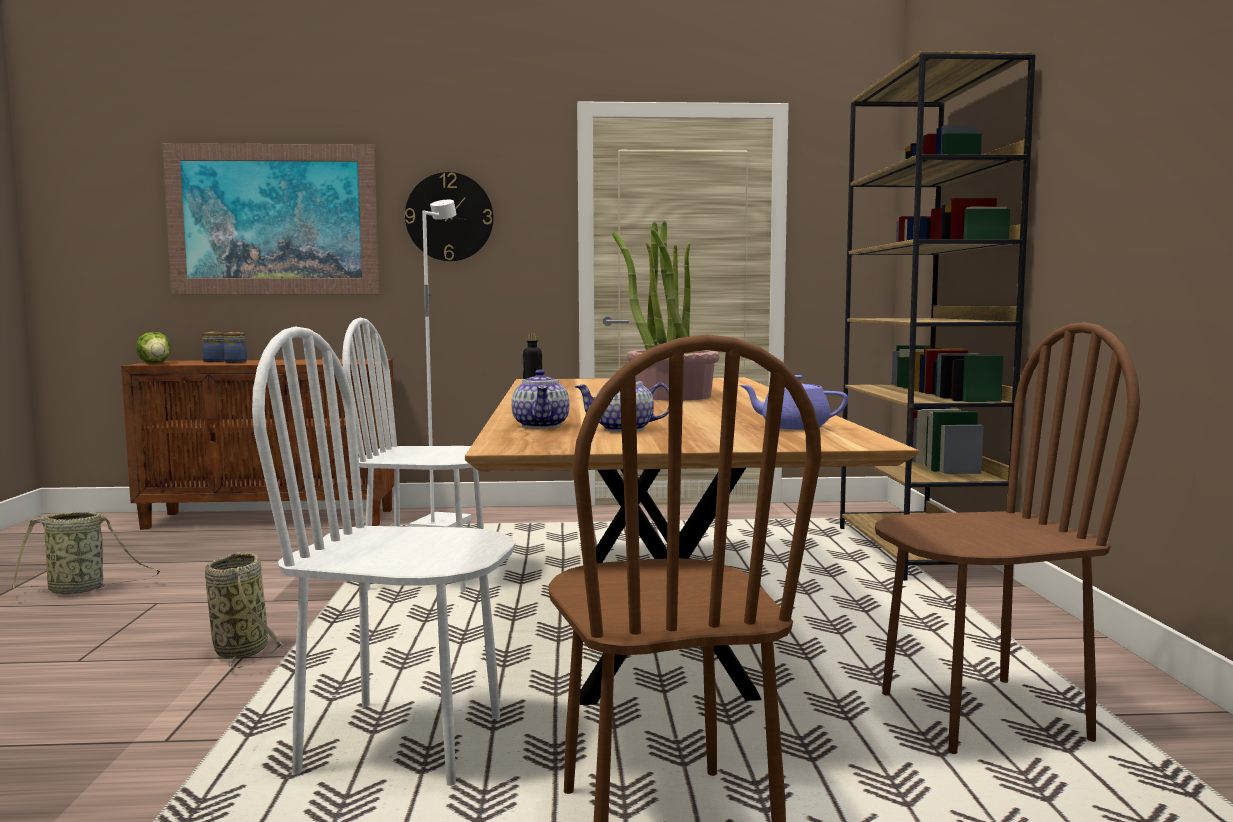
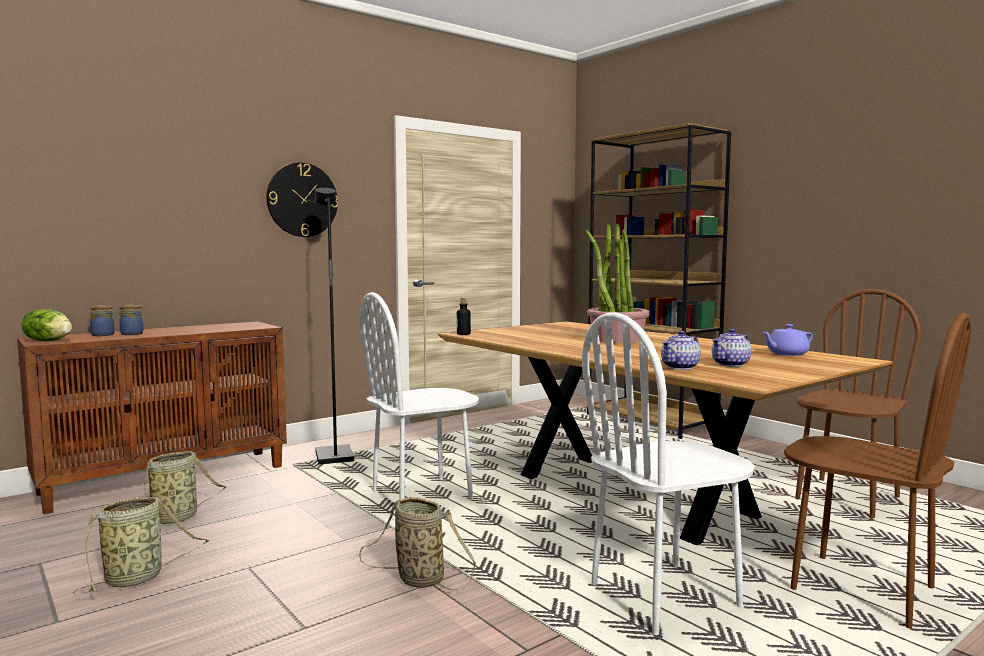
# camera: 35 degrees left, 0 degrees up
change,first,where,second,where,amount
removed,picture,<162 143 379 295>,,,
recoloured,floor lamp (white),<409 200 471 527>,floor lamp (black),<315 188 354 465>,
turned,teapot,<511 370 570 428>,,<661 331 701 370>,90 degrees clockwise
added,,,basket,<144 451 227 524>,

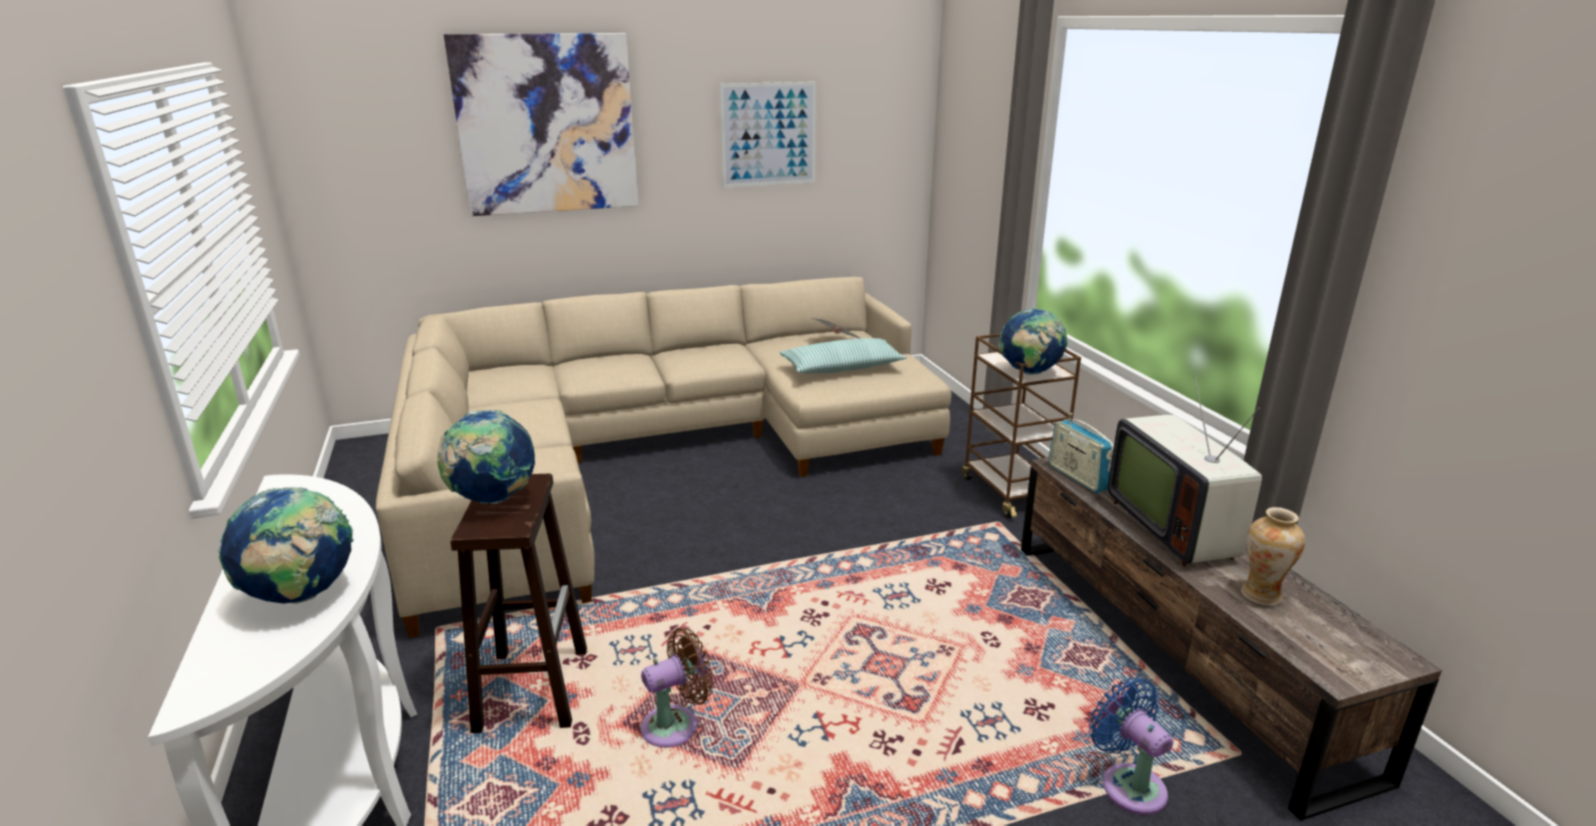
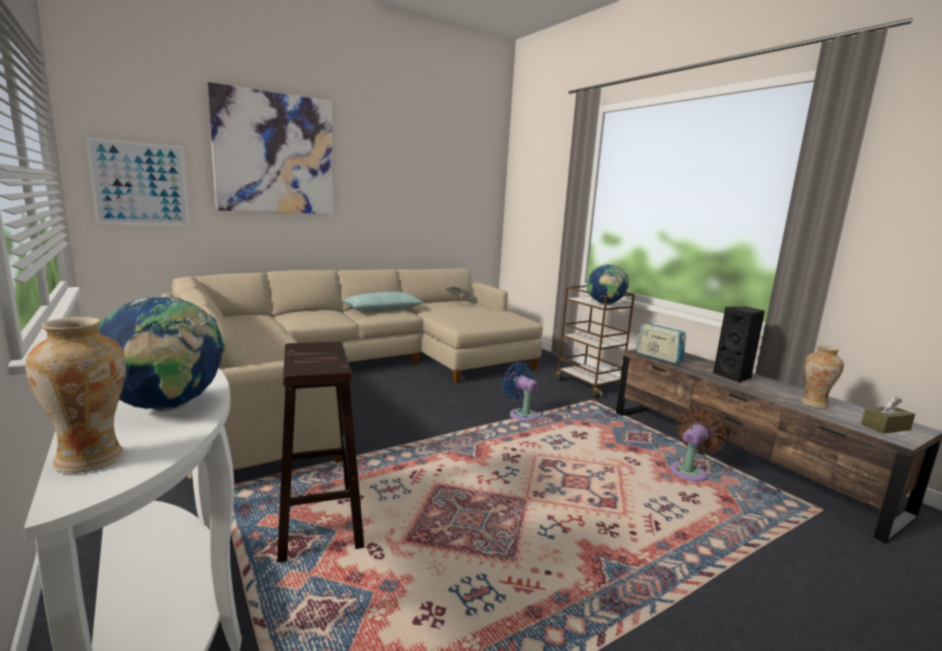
# camera: 15 degrees left, 10 degrees down
change,first,where,second,where,amount
removed,globe,<437 410 535 504>,,,
moved,fan (brown),<640 627 713 747>,,<670 408 727 482>,
moved,picture,<719 82 816 188>,,<86 137 190 226>,
moved,pillow,<780 338 907 374>,,<342 292 424 312>,
moved,fan (blue),<1089 677 1173 815>,,<502 362 538 421>,
replaced,television,<1108 376 1262 567>,speaker (black),<713 307 765 383>,
added,,,vase,<26 317 126 473>,
added,,,tissue box (brown),<861 396 915 434>,

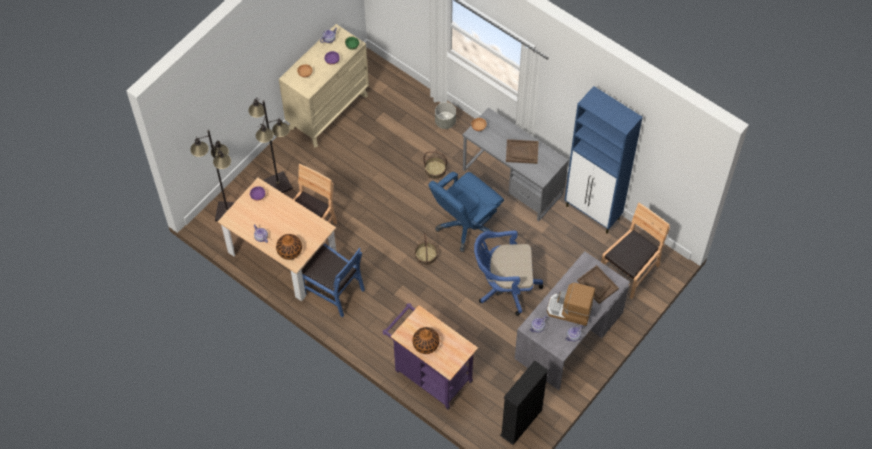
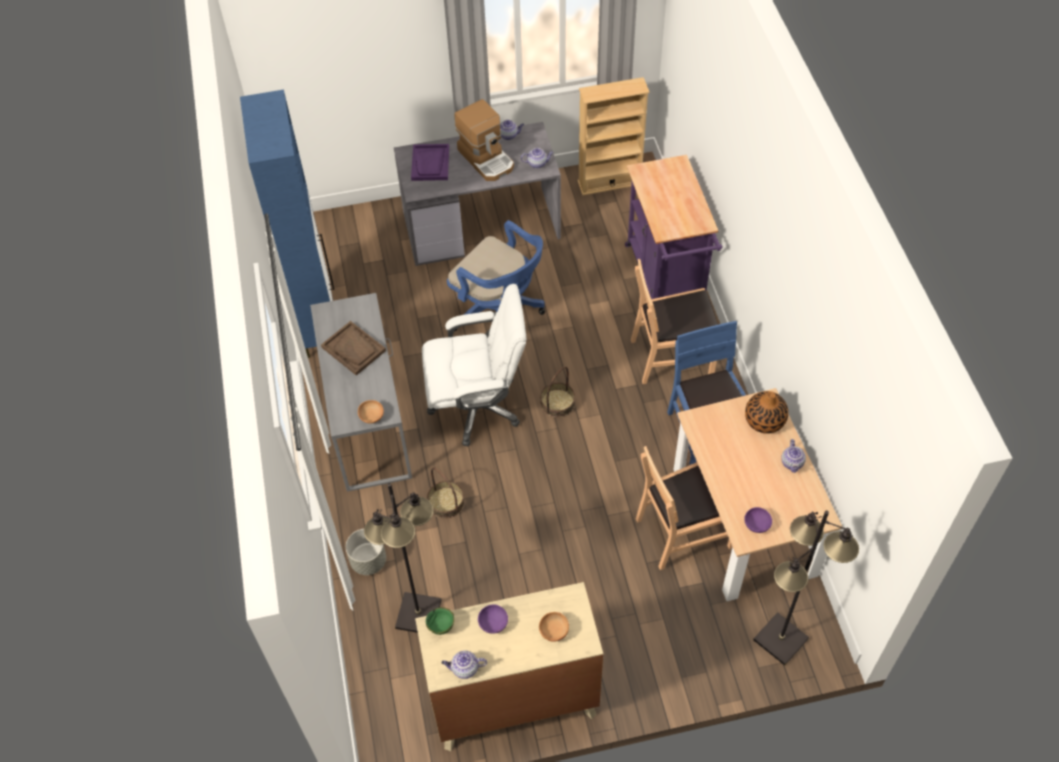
# camera: 140 degrees left, 5 degrees down
change,first,where,second,where,amount
moved,floor lamp (black),<248 98 293 193>,,<364 483 442 633>,
removed,vase,<412 327 440 354>,,,
recoloured,office chair (blue),<429 172 504 252>,office chair (white),<422 284 526 446>,
recoloured,bookcase (black),<500 361 548 445>,bookcase (beige),<577 77 650 196>,
recoloured,tray (brown),<577 265 619 304>,tray (purple),<411 144 449 181>,
moved,chair (brown),<601 203 670 299>,,<631 259 718 384>,

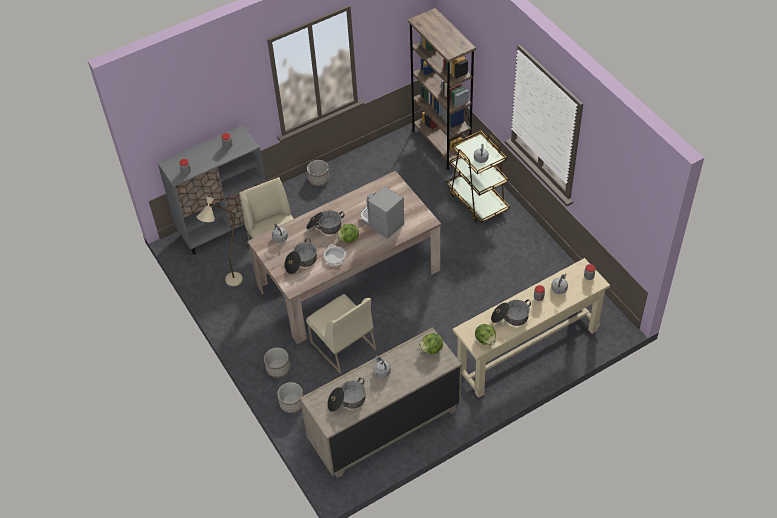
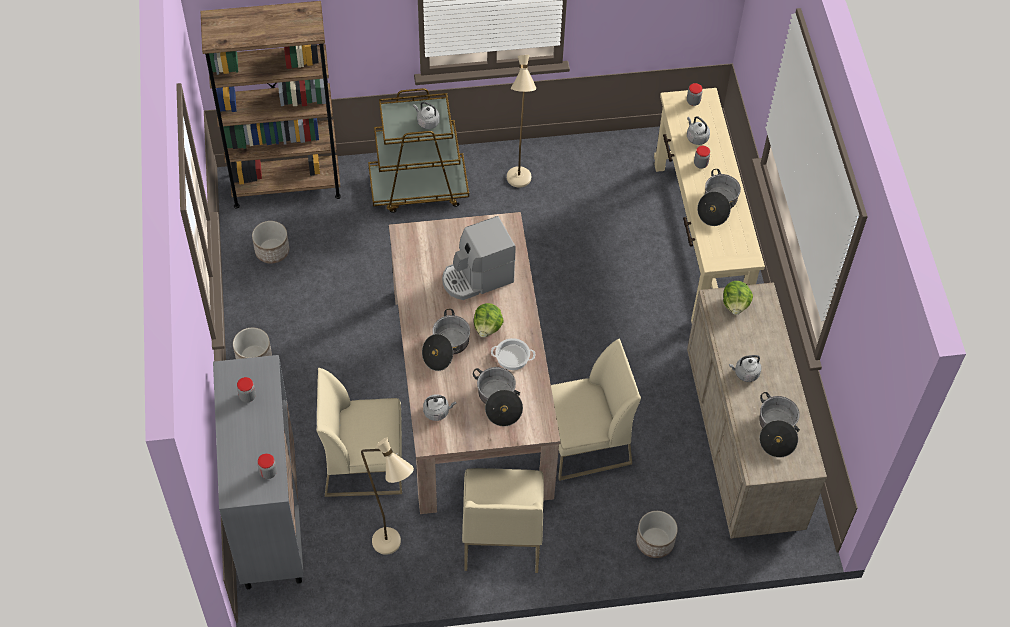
# camera: 70 degrees left, 5 degrees up
change,first,where,second,where,amount
moved,planter,<264 347 290 378>,,<252 221 289 264>,
removed,lettuce,<475 324 496 345>,,,
added,,,chair (beige),<462 468 544 573>,
added,,,floor lamp (beige),<507 55 536 188>,

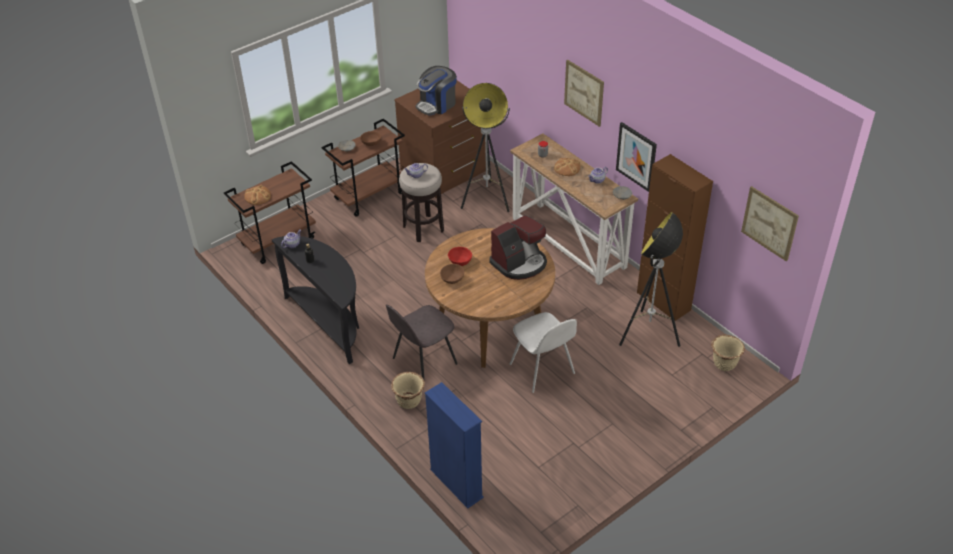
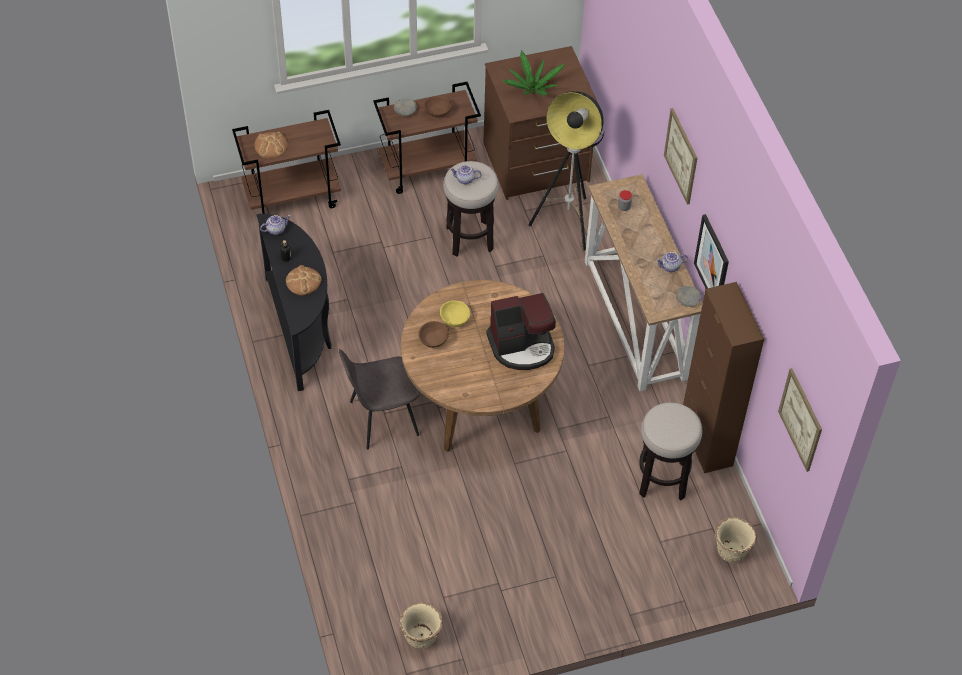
# camera: 20 degrees right, 10 degrees up
change,first,where,second,where,amount
moved,planter (beige),<391 372 425 409>,,<399 602 443 649>,
replaced,coffee machine,<416 66 457 115>,potted plant,<503 50 565 95>,
removed,bookcase (blue),<425 382 484 508>,,,
recoloured,bowl (red),<448 247 472 266>,bowl (yellow),<440 300 470 327>,
removed,chair (white),<510 312 577 393>,,,
moved,bread,<554 158 581 176>,,<286 265 322 295>,
replaced,floor lamp,<619 212 683 347>,stool,<639 402 702 500>,

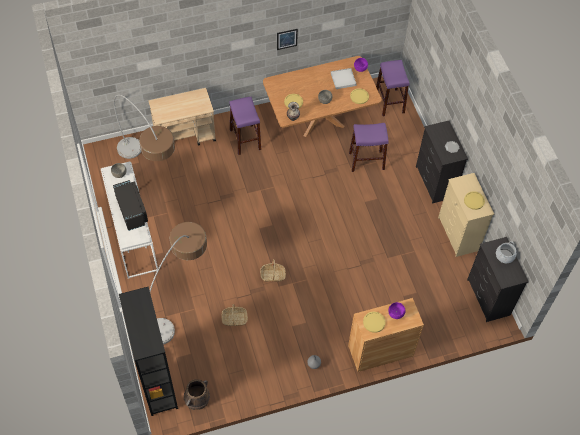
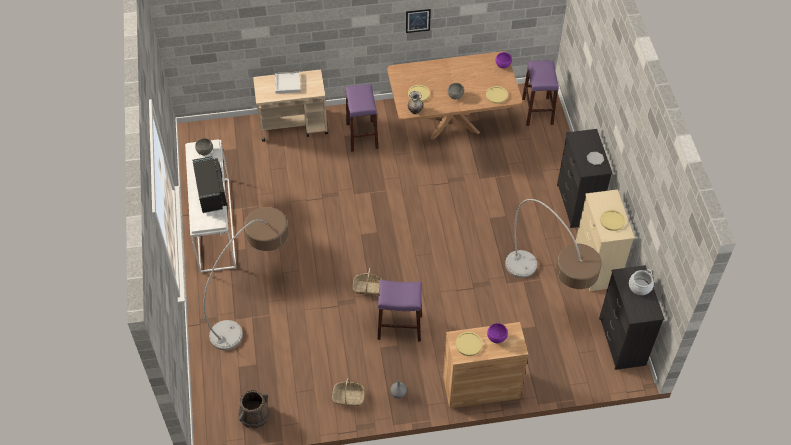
# camera: 10 degrees right, 5 degrees down
change,first,where,second,where,amount
moved,floor lamp,<114 94 175 161>,,<505 199 602 289>,
removed,bookcase (black),<119 286 178 416>,,,
moved,basket,<221 304 248 326>,,<332 378 364 406>,
moved,tray (white),<331 68 356 89>,,<275 72 301 94>,
moved,stool (purple),<349 123 389 172>,,<378 280 422 342>,

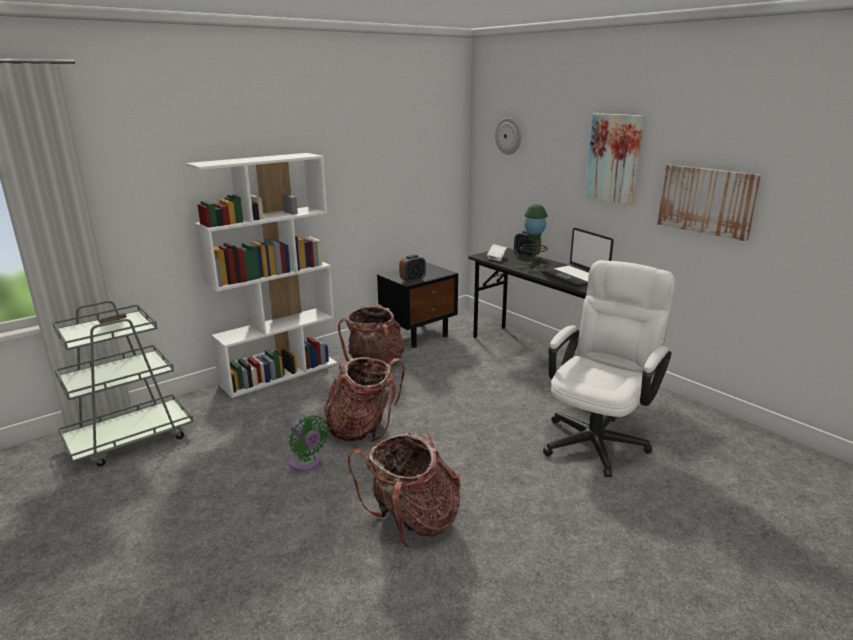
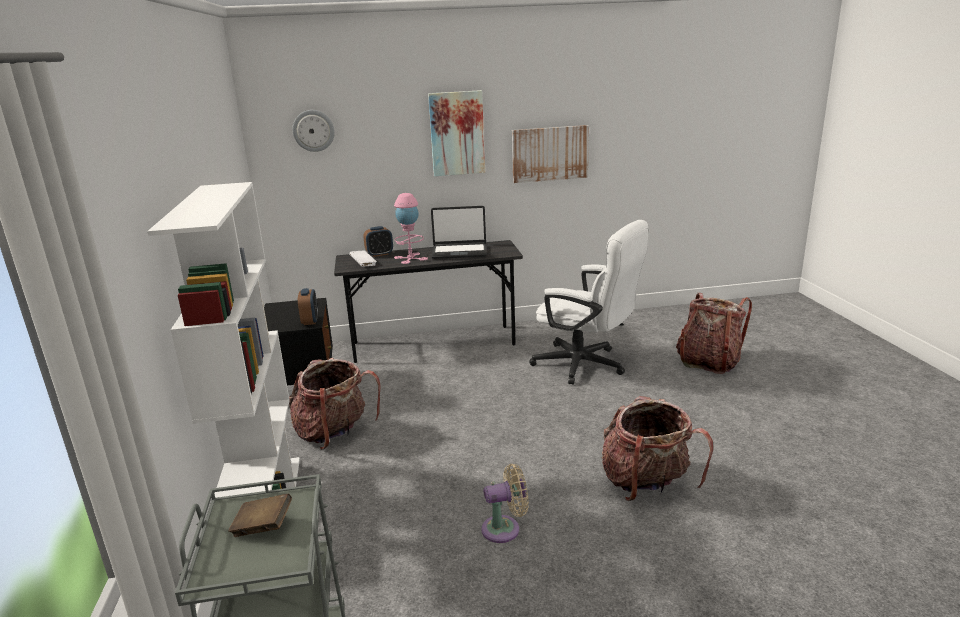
# camera: 60 degrees left, 0 degrees up
change,first,where,second,where,amount
recoloured,fan (green),<289 415 329 471>,fan (beige),<482 464 529 543>,
moved,backpack,<324 357 405 443>,,<676 293 752 374>,
recoloured,table lamp (green),<516 204 549 272>,table lamp (pink),<394 193 428 264>,
turned,office chair (white),<543 260 676 477>,,<529 220 649 385>,150 degrees clockwise

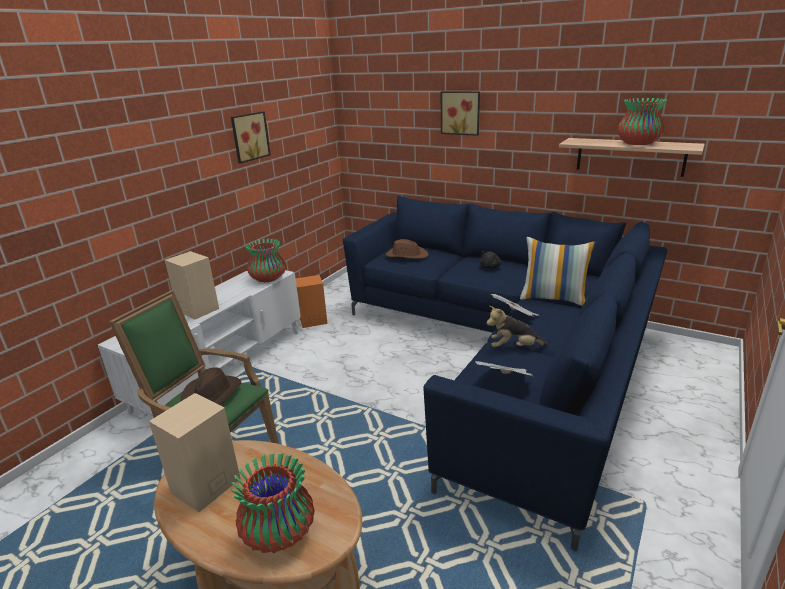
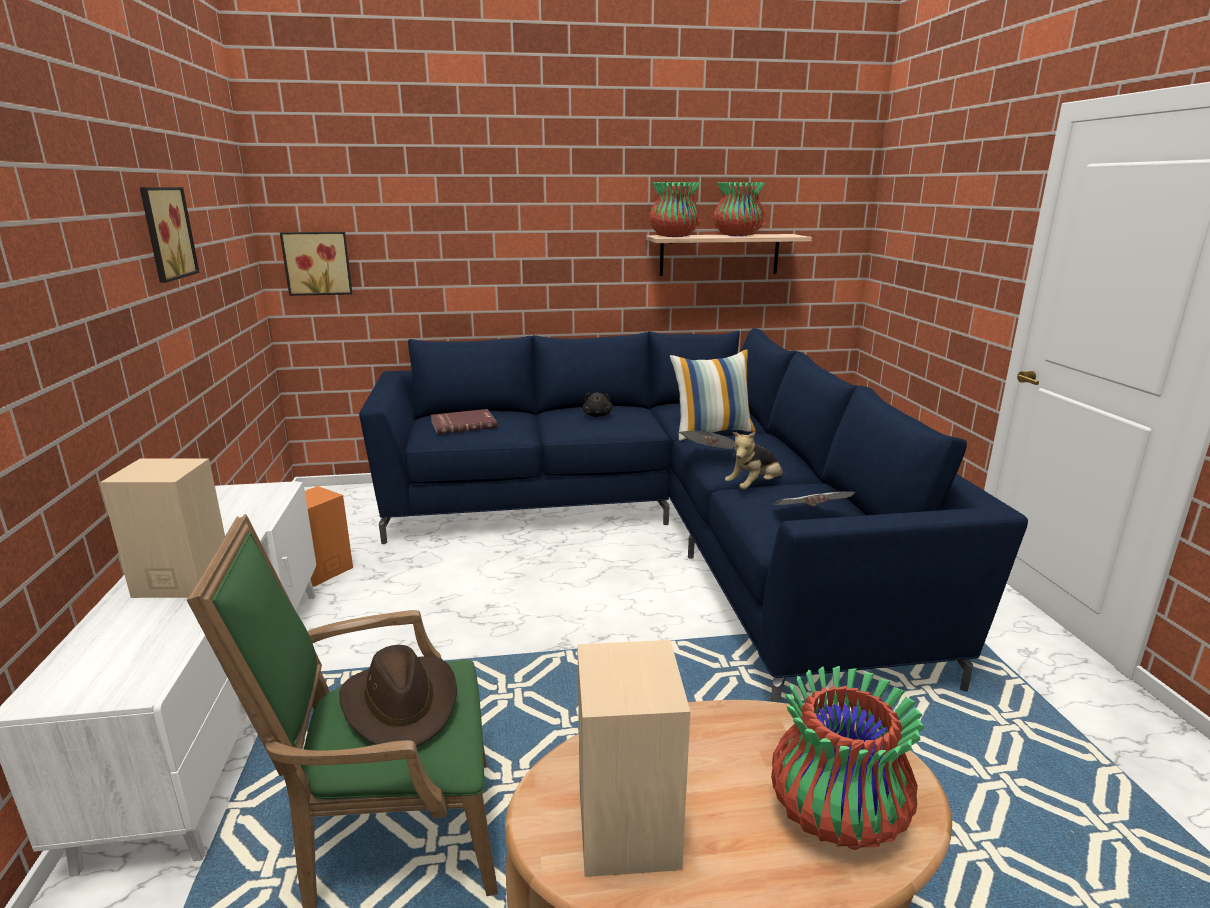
# camera: 40 degrees left, 5 degrees down
change,first,where,second,where,amount
moved,vase,<245 239 286 282>,,<649 182 701 237>,
replaced,hat (brown),<386 239 428 259>,book (red),<431 409 497 434>,
moved,picture,<441 91 480 136>,,<280 232 353 296>,

